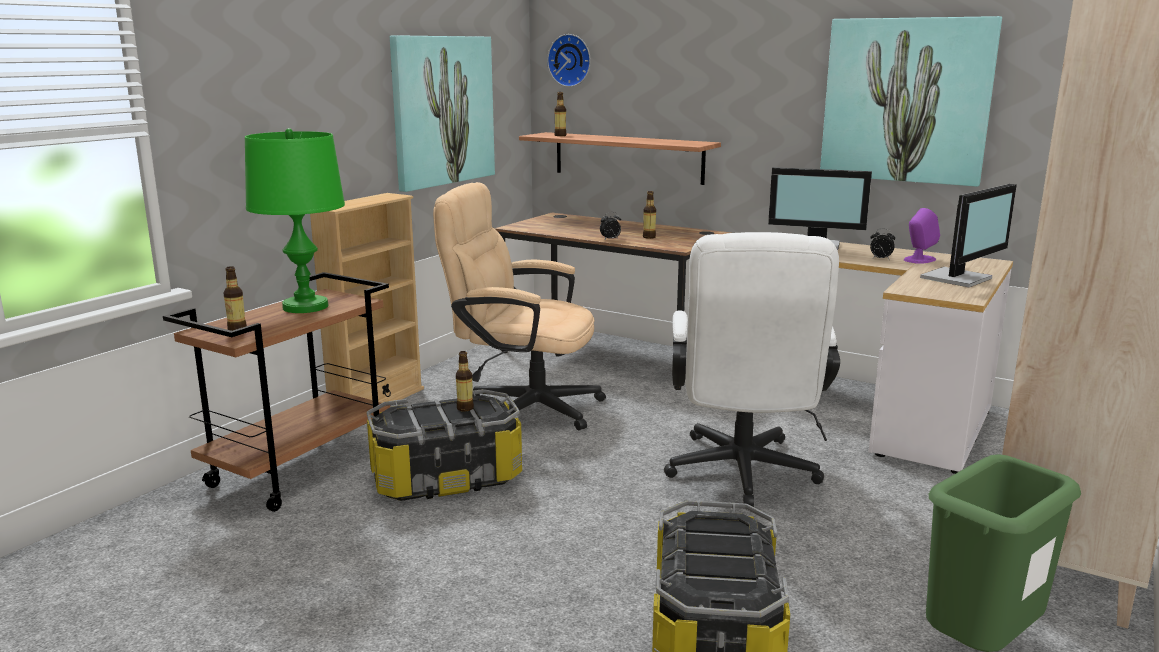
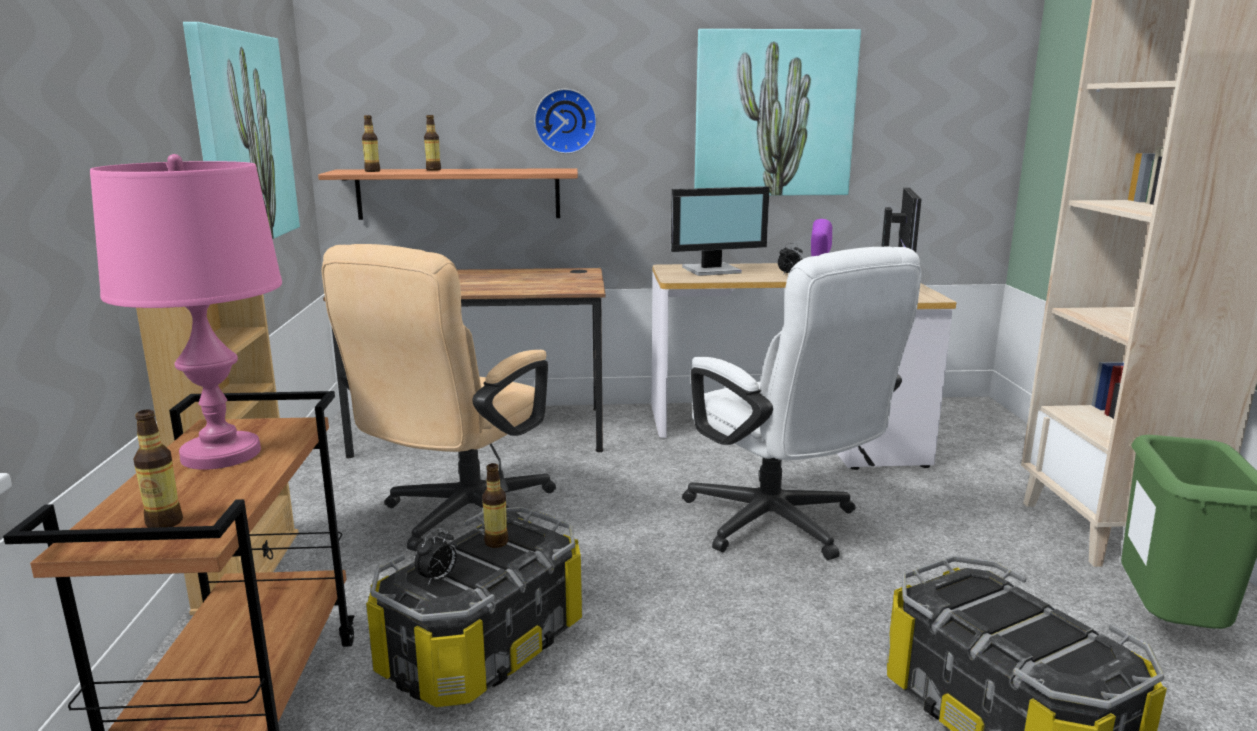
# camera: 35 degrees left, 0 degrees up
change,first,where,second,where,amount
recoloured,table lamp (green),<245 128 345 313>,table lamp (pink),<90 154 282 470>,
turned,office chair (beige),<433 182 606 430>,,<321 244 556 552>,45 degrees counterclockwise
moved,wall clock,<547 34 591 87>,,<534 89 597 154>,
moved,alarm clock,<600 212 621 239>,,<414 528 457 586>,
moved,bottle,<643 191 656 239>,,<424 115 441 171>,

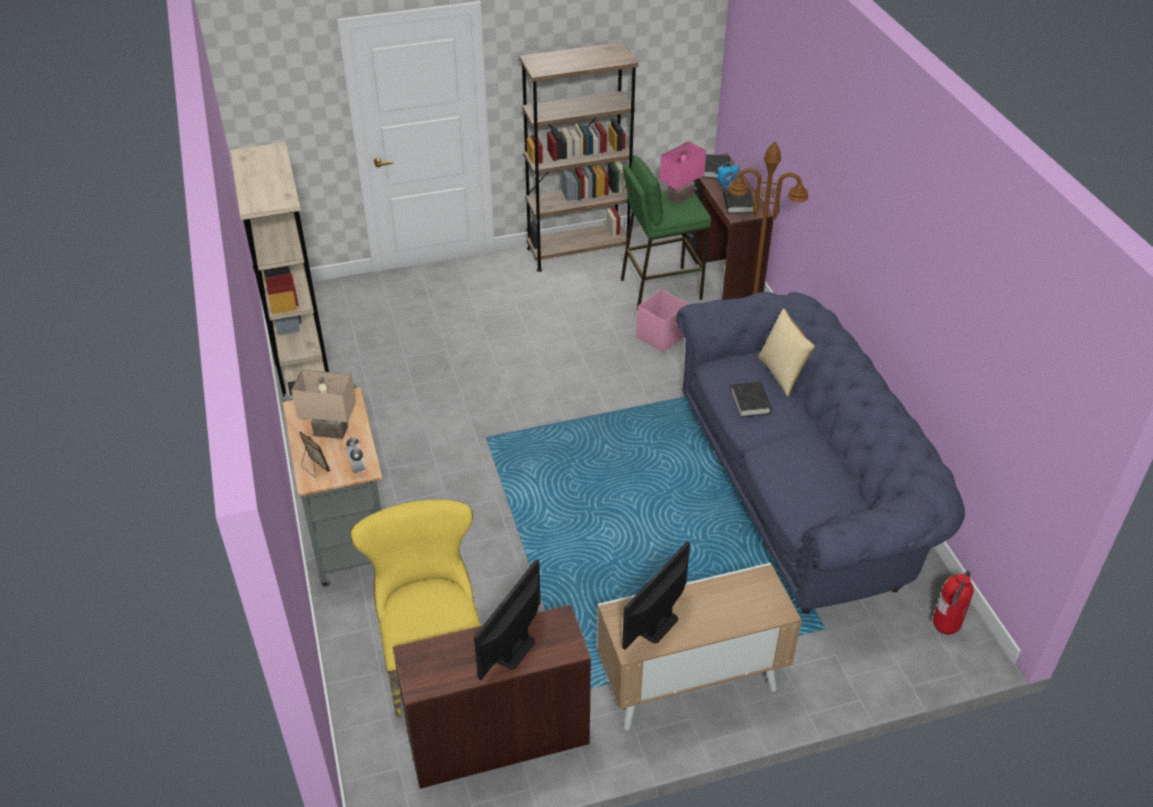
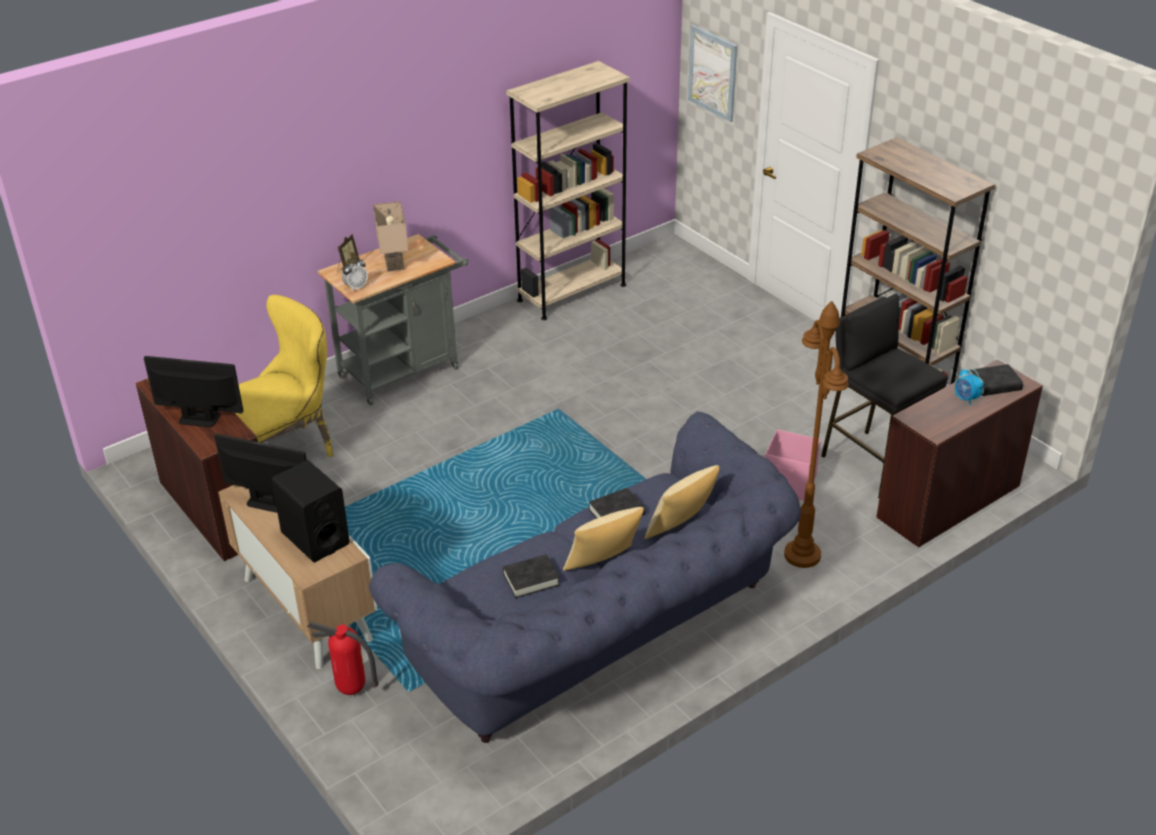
# camera: 70 degrees right, 5 degrees down
change,first,where,second,where,amount
recoloured,stool (green),<621 155 711 309>,stool (black),<821 294 948 498>,
removed,table lamp (pink),<660 141 706 205>,,,
moved,book (black),<723 188 754 214>,,<503 554 560 598>,
moved,fire extinguisher,<933 571 974 635>,,<307 622 379 695>,
added,,,speaker (black),<272 460 350 562>,
added,,,pillow,<563 507 644 571>,
added,,,picture,<688 25 737 122>,

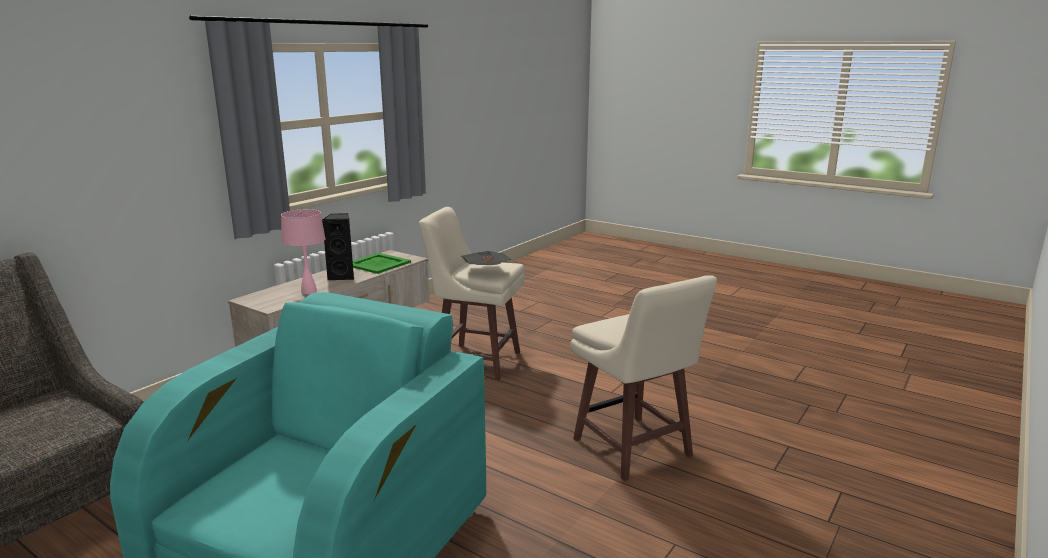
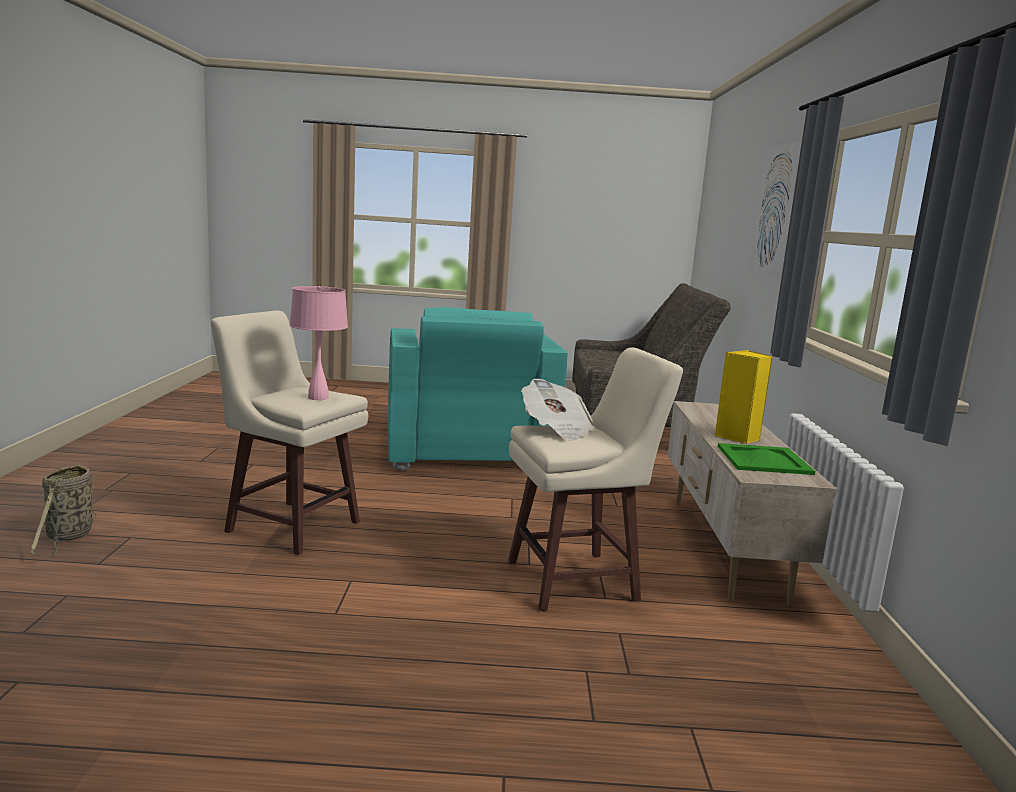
# camera: 145 degrees right, 5 degrees down
change,first,where,second,where,amount
moved,table lamp (pink),<281 209 326 294>,,<289 286 348 400>,
recoloured,speaker (black),<322 213 354 280>,speaker (yellow),<715 350 773 444>,
added,,,basket,<31 463 97 557>,
added,,,picture,<749 140 802 275>,

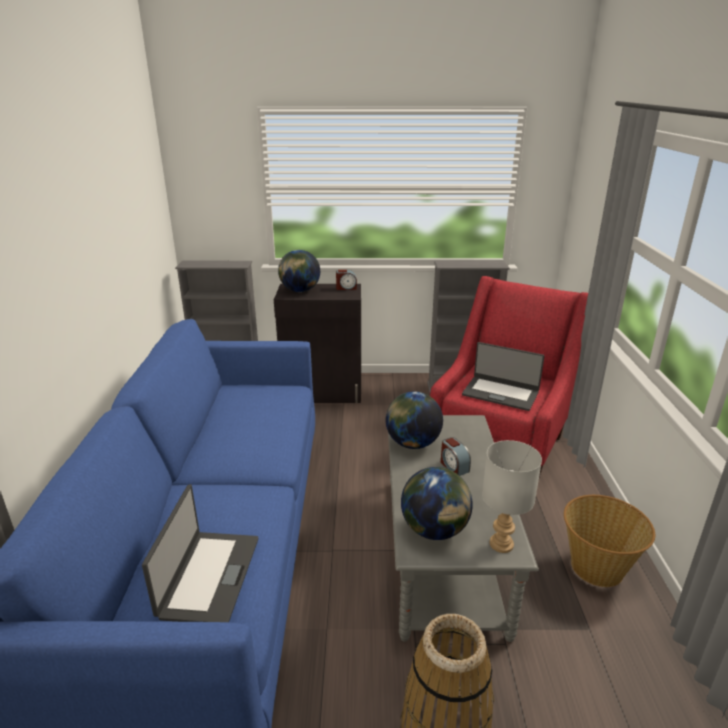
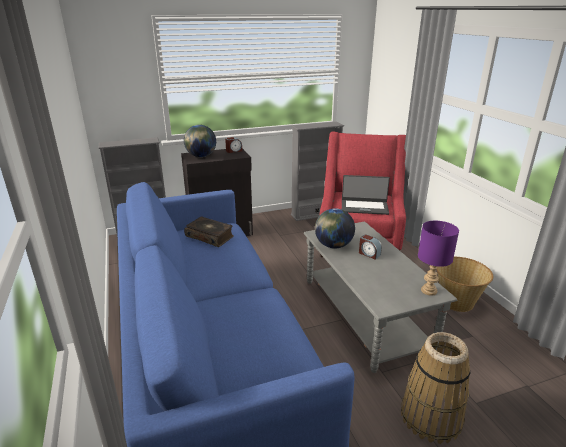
# camera: 20 degrees left, 0 degrees up
change,first,where,second,where,amount
removed,laptop,<142 484 258 622>,,,
removed,globe,<401 467 473 540>,,,
recoloured,table lamp (grey),<482 440 542 553>,table lamp (purple),<418 221 459 296>,
added,,,book,<184 216 234 247>,

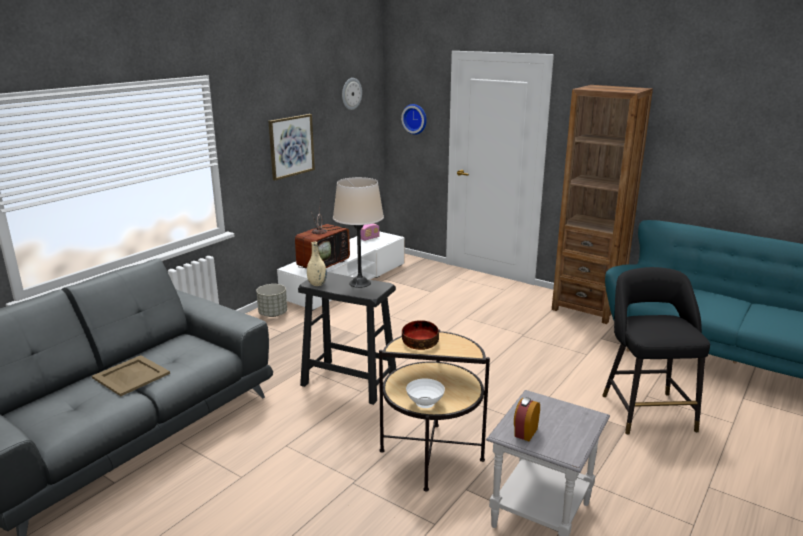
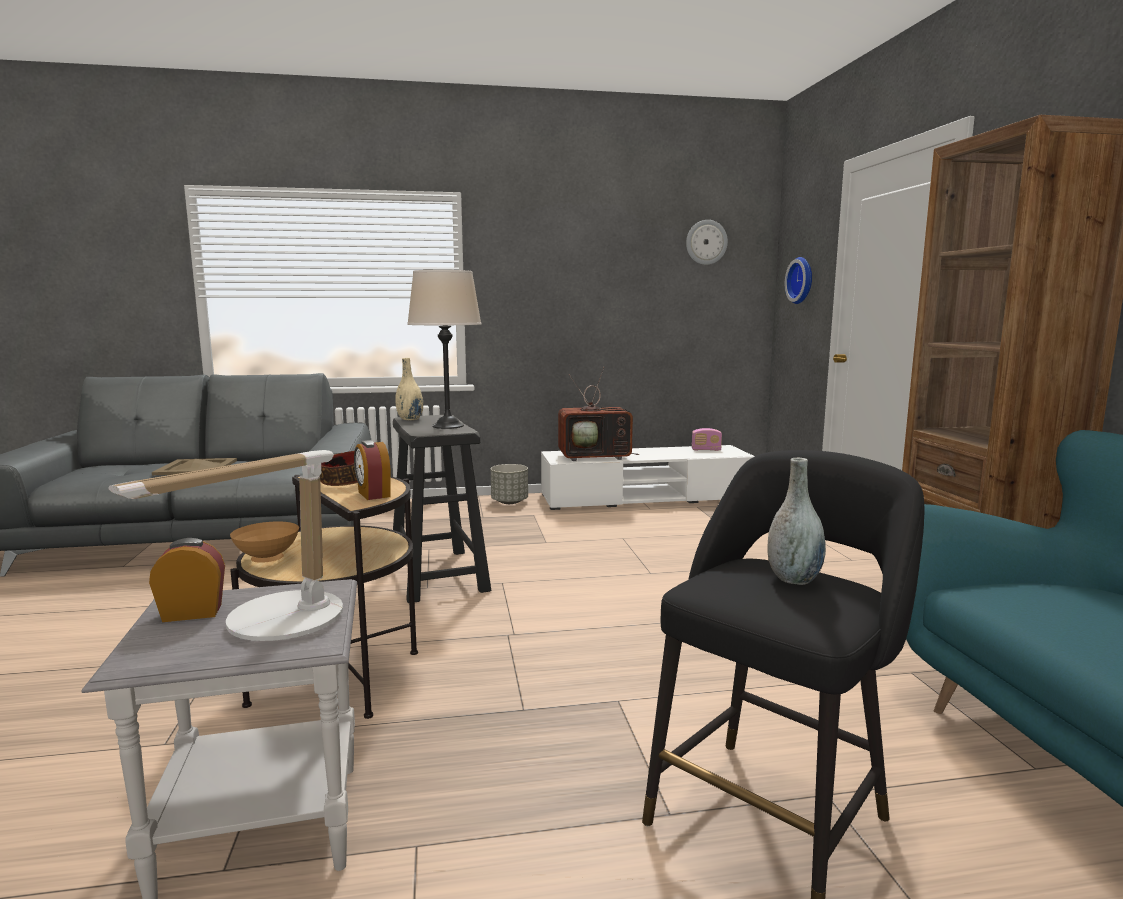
# camera: 45 degrees right, 10 degrees down
change,first,where,second,where,amount
removed,picture,<268 114 315 180>,,,
recoloured,bowl (white),<406 378 445 408>,bowl (brown),<230 521 299 563>,
added,,,table lamp,<108 450 343 641>,
added,,,alarm clock,<354 440 390 500>,
added,,,vase (grey),<767 458 826 585>,

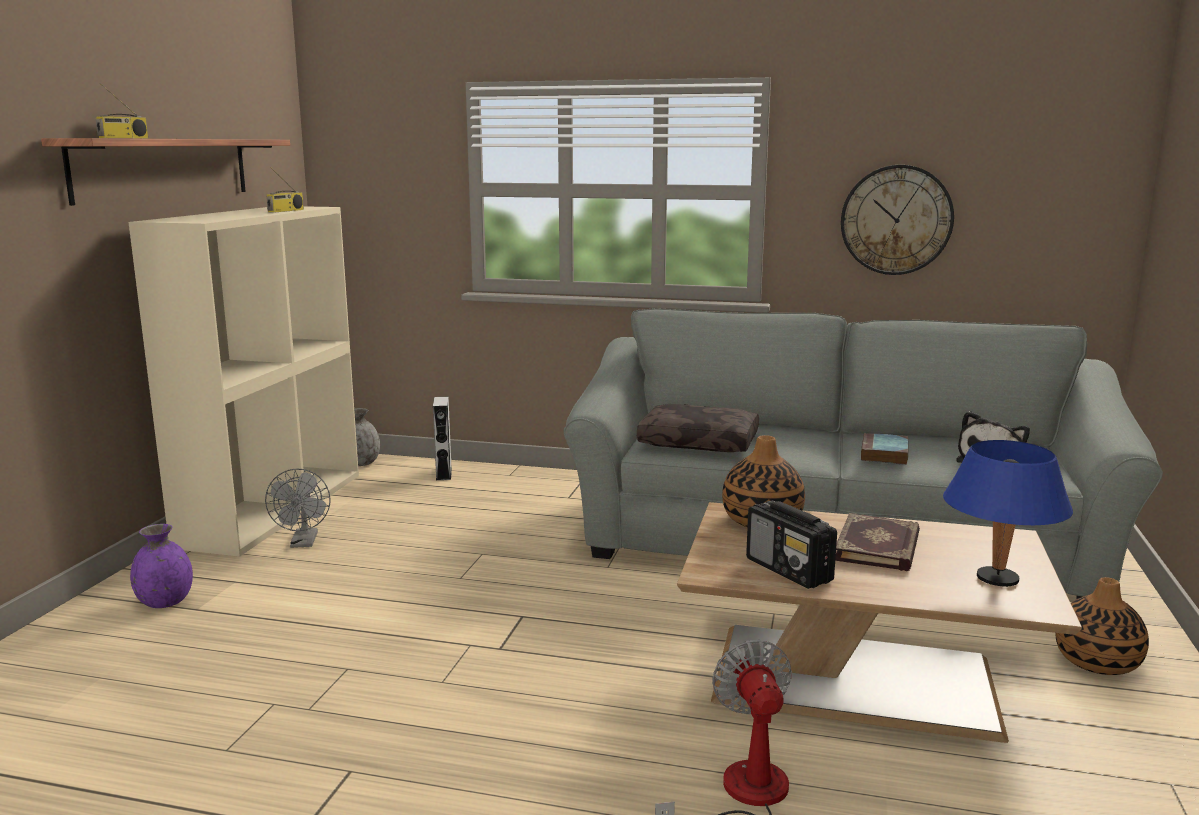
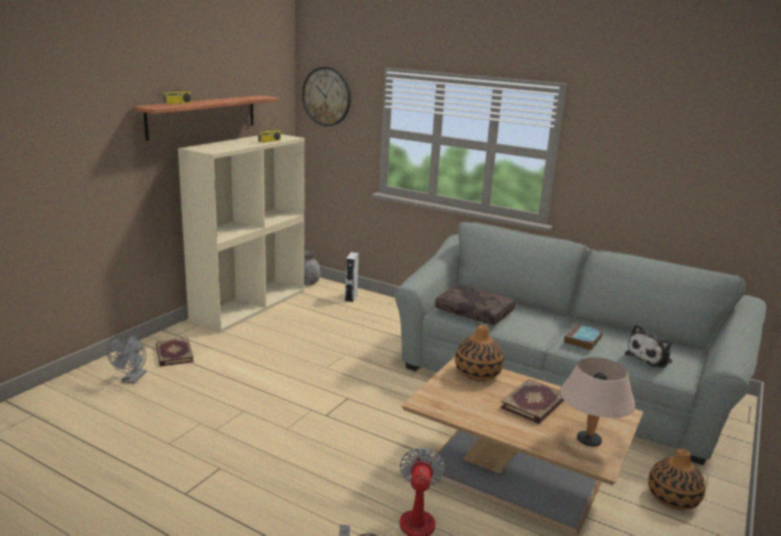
# camera: 15 degrees right, 5 degrees up
change,first,where,second,where,amount
replaced,vase (purple),<130 524 193 608>,book,<156 338 194 366>,
moved,fan (grey),<265 468 331 548>,,<107 333 146 384>,
removed,radio,<746 501 837 589>,,,
moved,wall clock,<841 165 954 275>,,<302 67 351 126>,
recoloured,table lamp (blue),<943 440 1073 587>,table lamp (beige),<560 357 636 447>,

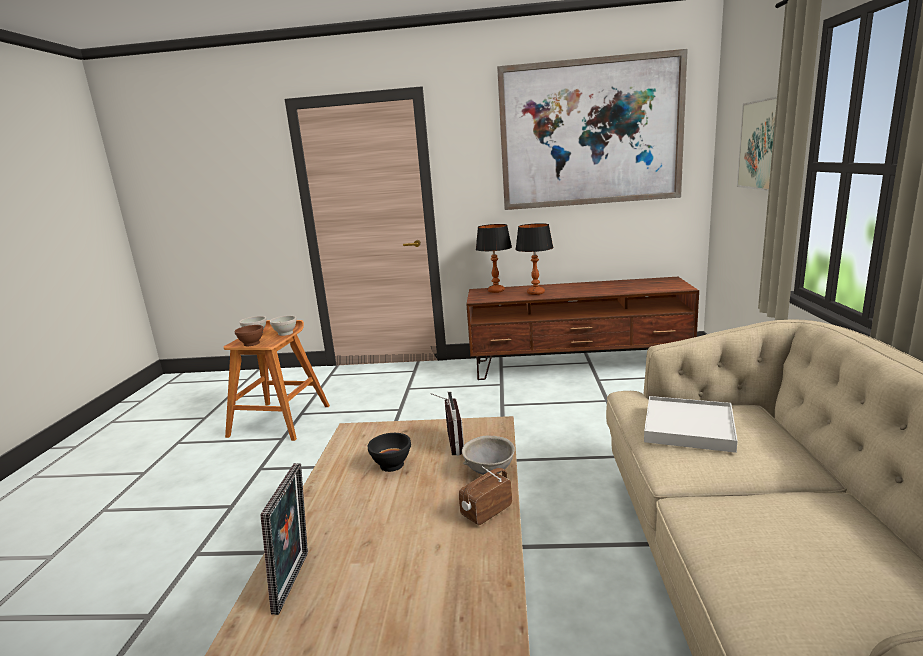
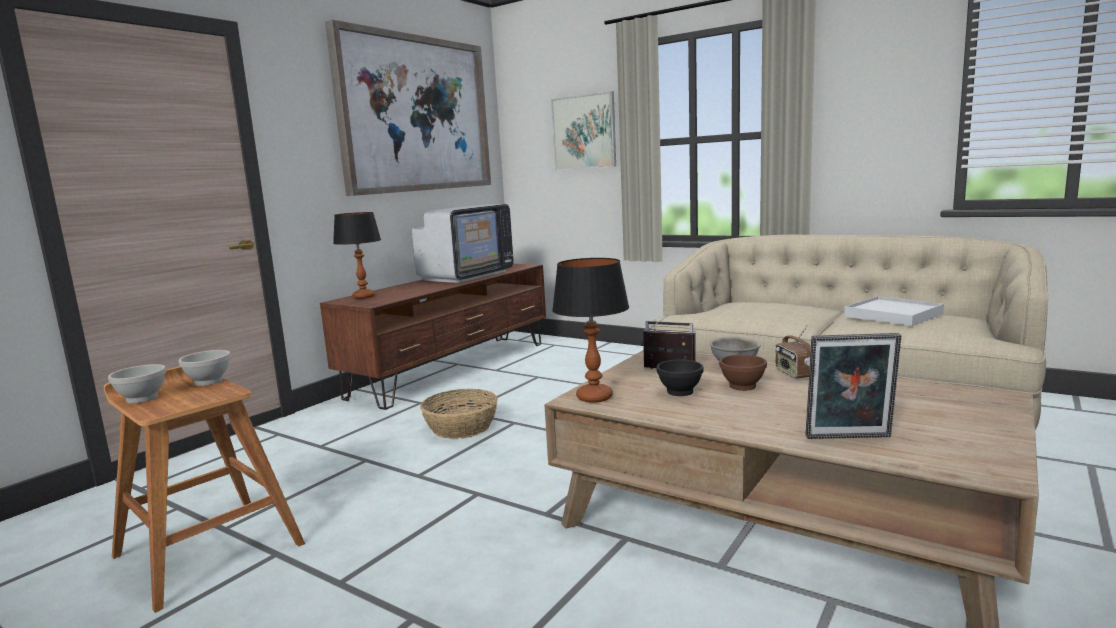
# camera: 60 degrees left, 5 degrees down
change,first,where,second,where,amount
moved,bowl (brown),<234 325 264 346>,,<719 355 767 391>,
turned,picture frame,<261 463 308 615>,,<806 333 902 439>,150 degrees clockwise
moved,table lamp,<515 223 554 295>,,<552 258 629 403>,
moved,tray (white),<644 396 738 453>,,<844 296 944 326>,
added,,,television,<412 204 513 283>,
added,,,basket,<420 389 498 439>,

